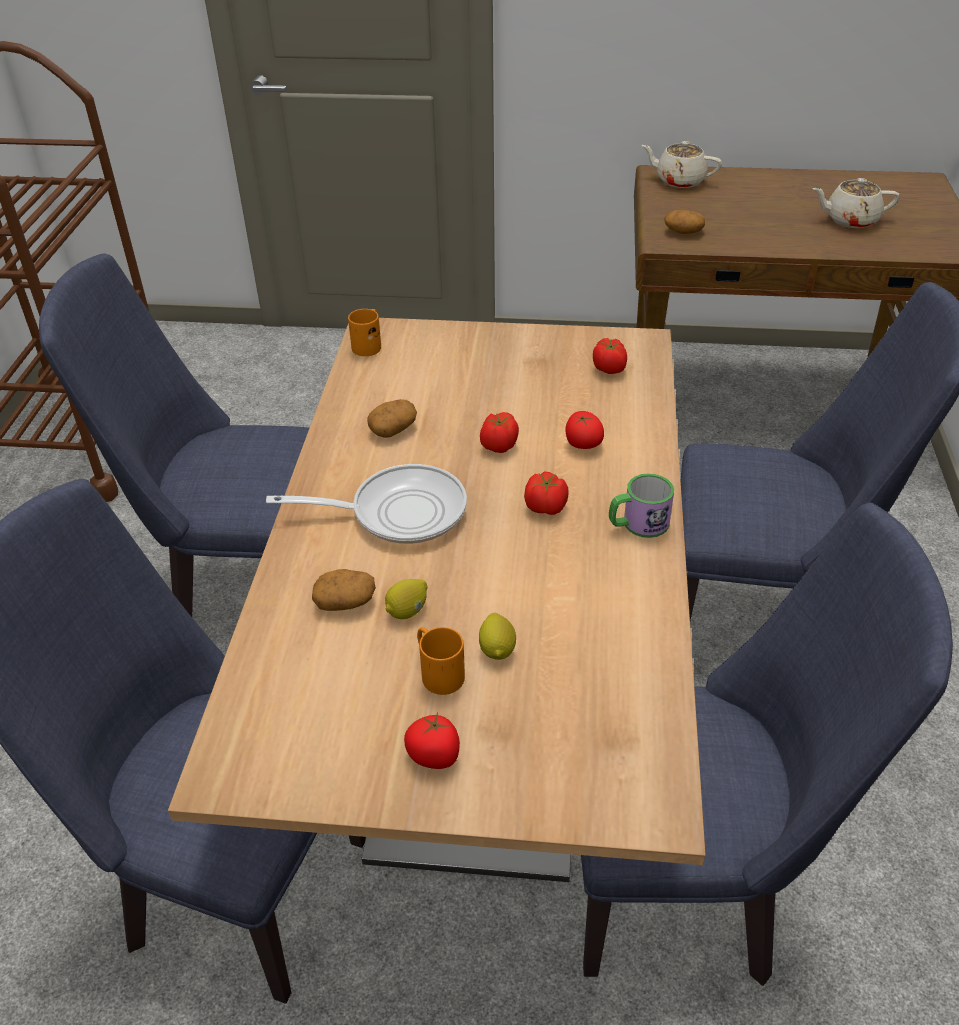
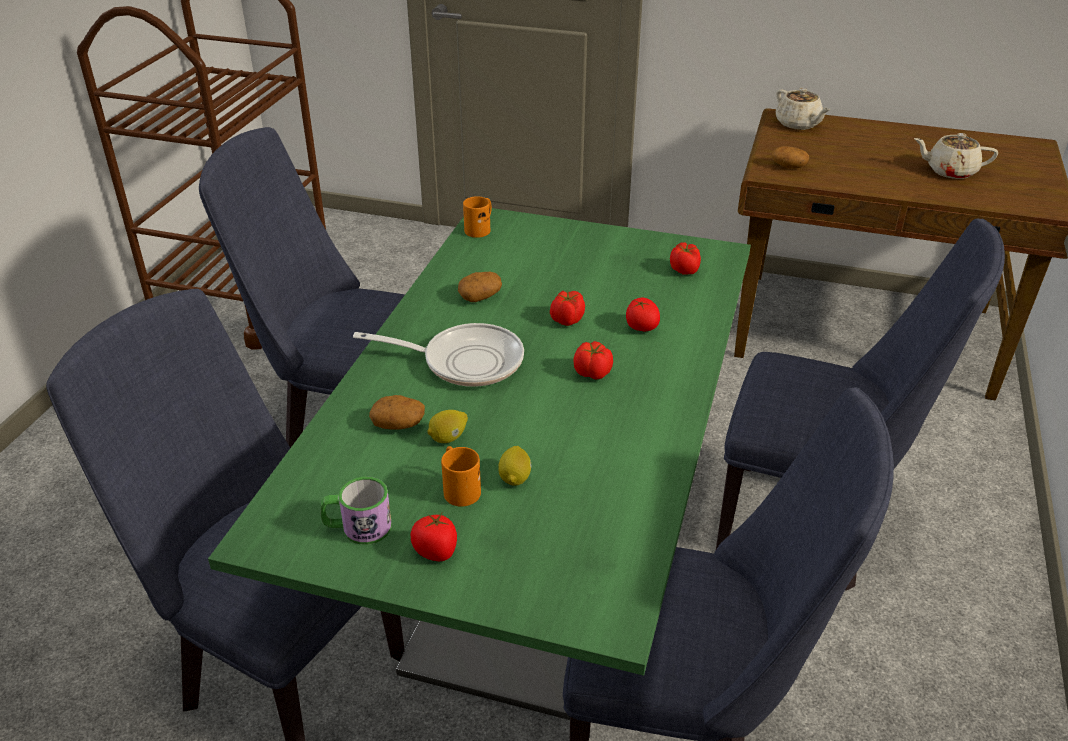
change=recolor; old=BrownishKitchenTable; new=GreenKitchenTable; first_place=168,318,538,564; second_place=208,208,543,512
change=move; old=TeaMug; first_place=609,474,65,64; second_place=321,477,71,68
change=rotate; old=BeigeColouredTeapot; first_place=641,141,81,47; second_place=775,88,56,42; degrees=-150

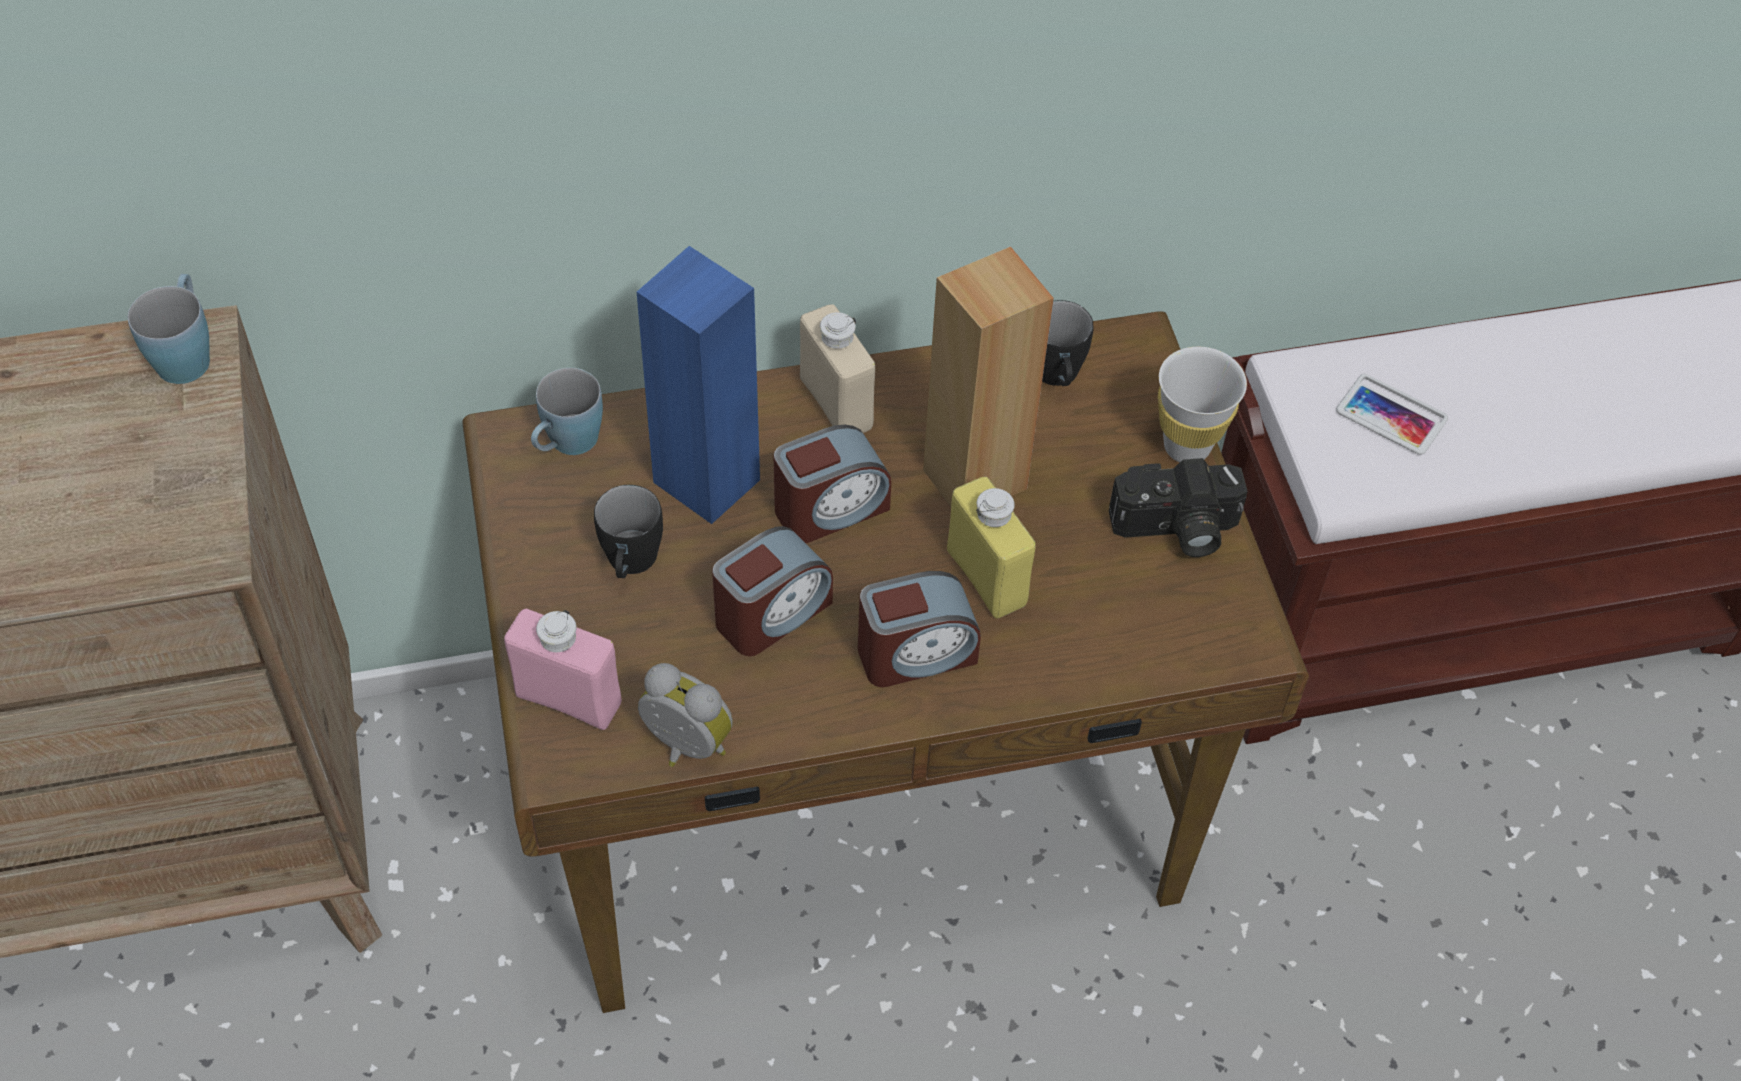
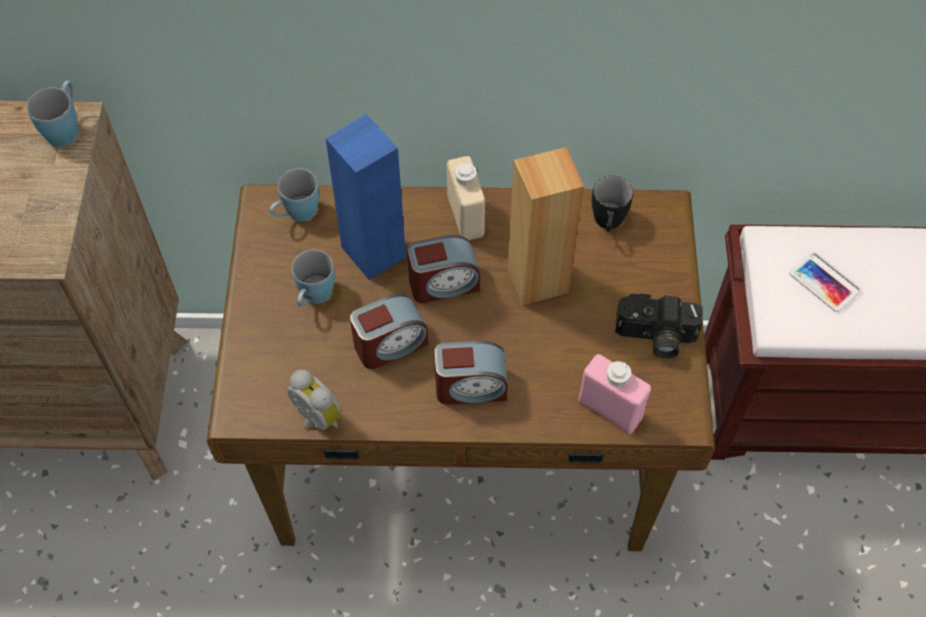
change=move; old=PinkColouredDrinkBottle; first_place=504,608,118,122; second_place=579,354,72,80
change=recolor; old=BlackTeaMug; new=BluishTeaMug; first_place=594,485,69,93; second_place=292,250,43,57
change=delete; old=YellowColouredDrinkBottle; first_place=947,477,89,142
change=delete; old=WhiteColouredDrinkingCup; first_place=1158,347,89,115

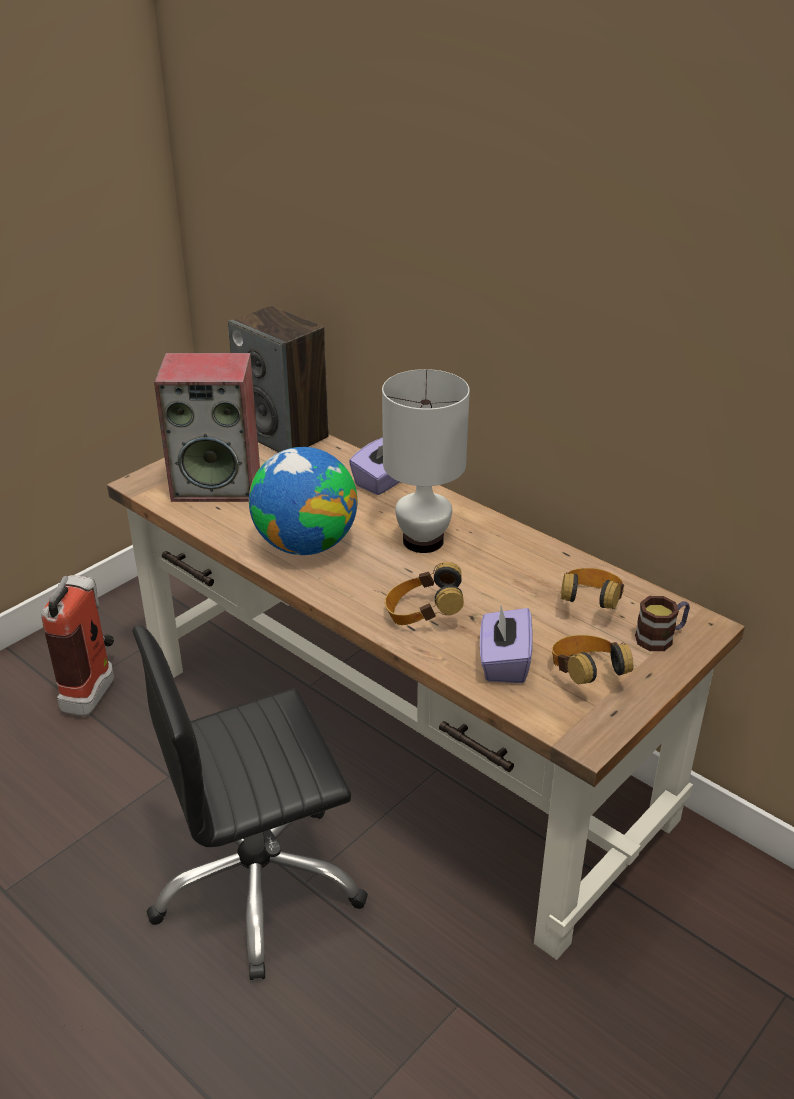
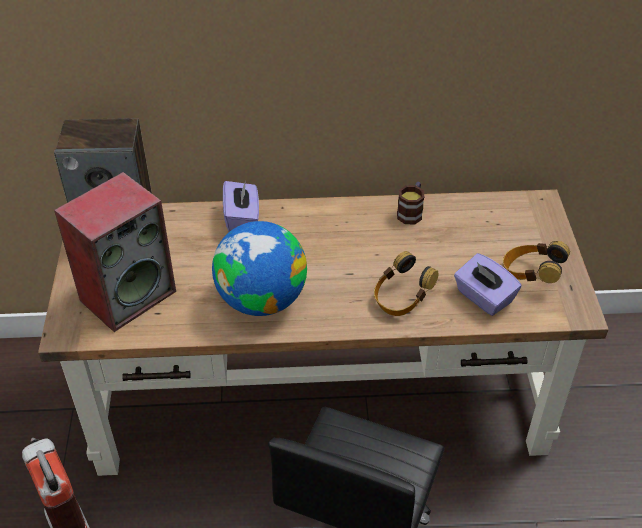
change=delete; old=WhiteColouredTableLamp; first_place=382,369,88,184
change=delete; old=PairOfHeadphones; first_place=561,568,63,41
change=move; old=TeaMug; first_place=635,596,55,55; second_place=397,182,28,42

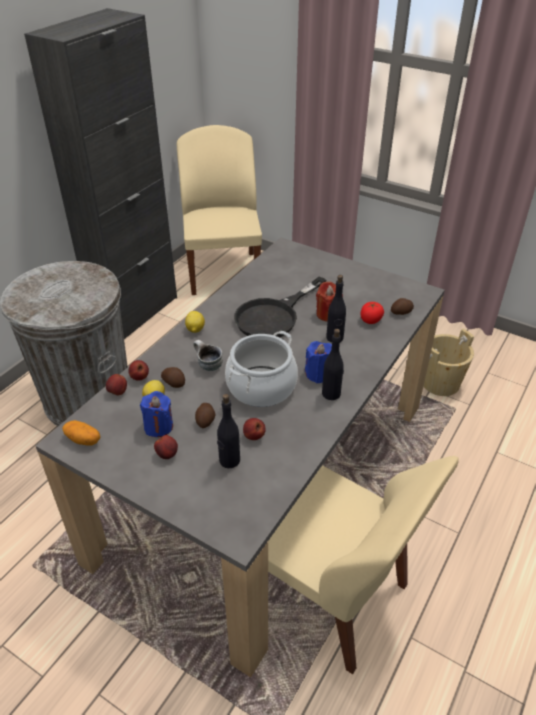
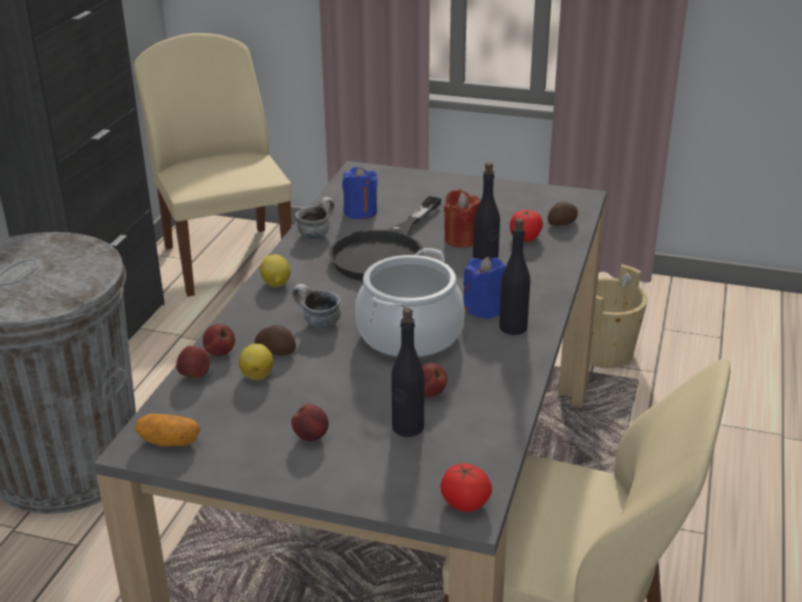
change=move; old=BluishWaxLight; first_place=140,391,33,46; second_place=342,166,35,53
change=delete; old=WholePotato; first_place=195,403,21,25
change=insert; new=TeaMug; second_place=295,197,40,41
change=insert; new=FreshTomato; second_place=440,463,52,49

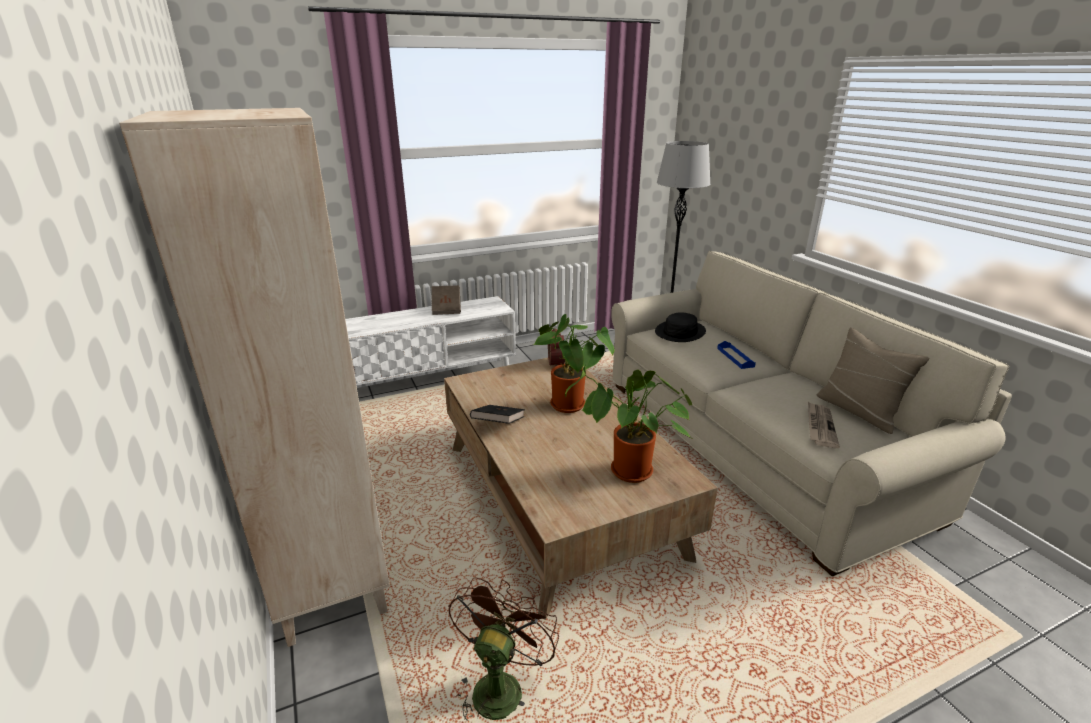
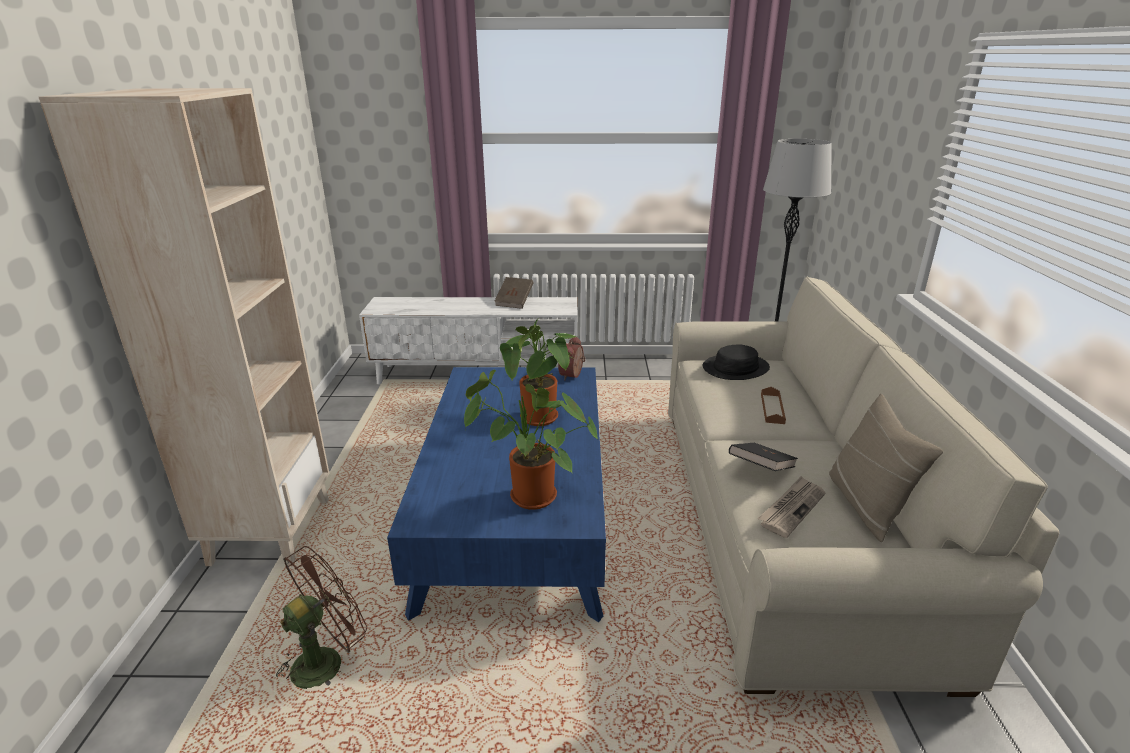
change=recolor; old=BrownishLowTable; new=BluishLowTable; first_place=444,358,274,262; second_place=387,367,219,255
change=move; old=BlackVolume; first_place=470,405,55,19; second_place=729,443,69,28
change=recolor; old=BluishTray; new=BrownishTray; first_place=717,341,39,28; second_place=761,387,25,37

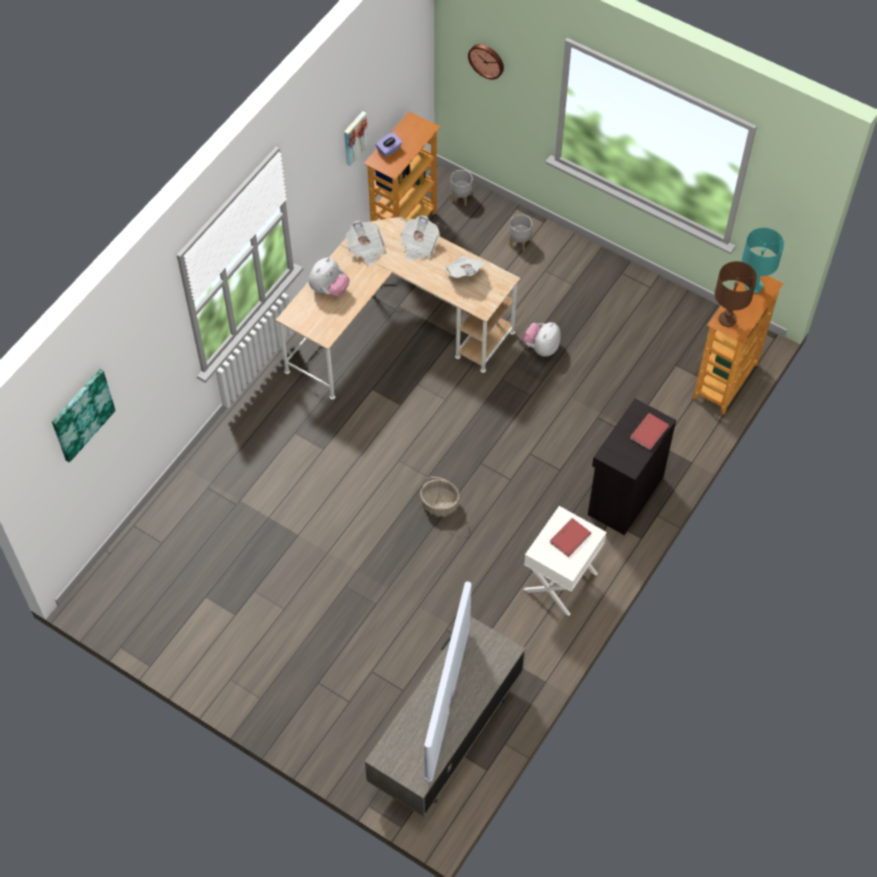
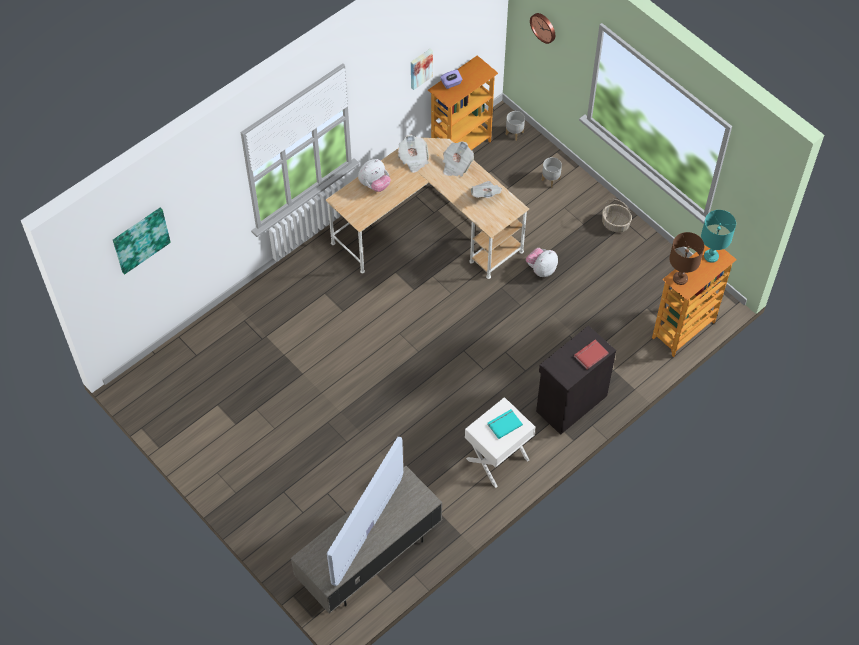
change=move; old=Basket; first_place=420,477,40,39; second_place=602,199,30,33
change=recolor; old=ReddishVolume; new=TurquoiseVolume; first_place=549,518,42,39; second_place=487,409,36,30

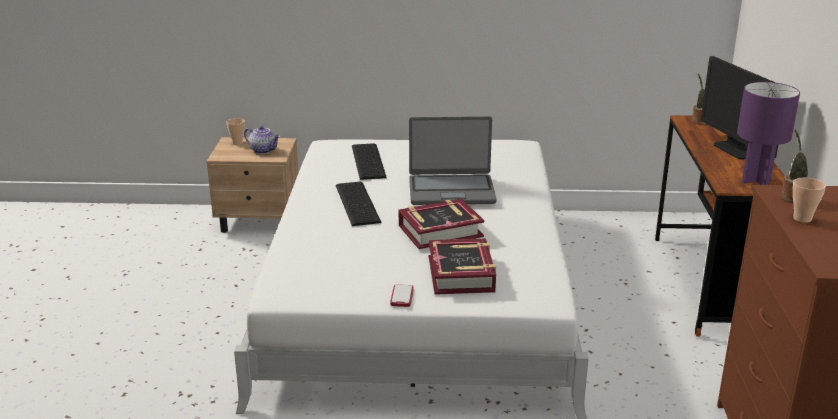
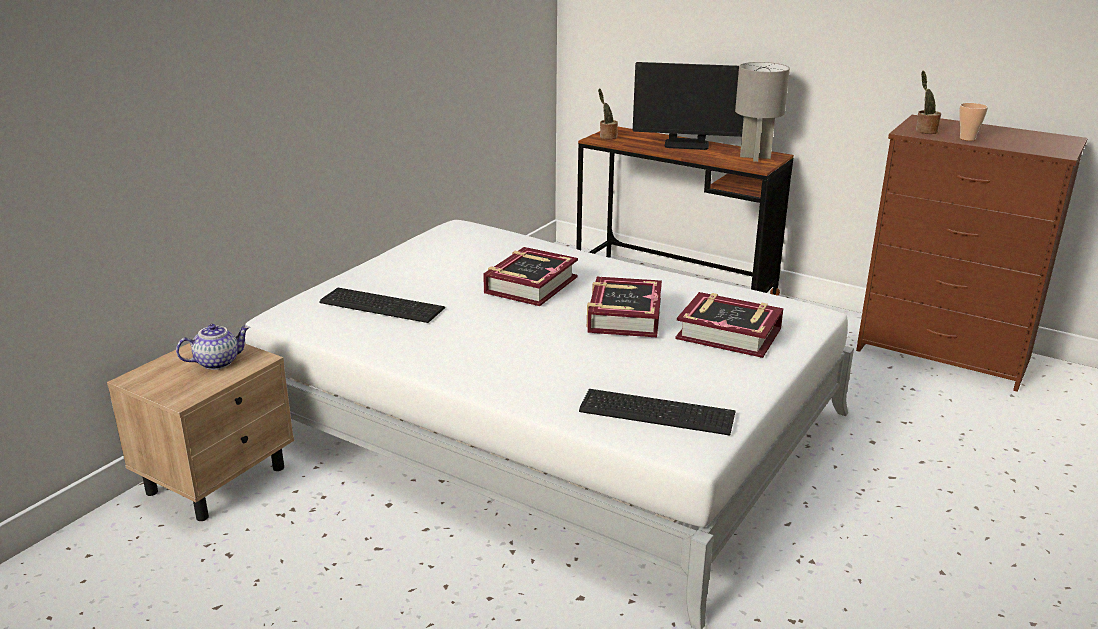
change=delete; old=DrinkingCup; first_place=226,118,19,27
change=move; old=PcKeyboard; first_place=336,182,45,44; second_place=579,389,156,46
change=delete; old=Handset; first_place=390,284,24,23
change=replace; old=Laptop; new=Volume; first_place=409,116,87,89; second_place=483,247,95,59
change=recolor; old=PurplishTableLamp; new=GreyishTableLamp; first_place=737,82,63,103; second_place=735,62,55,100

